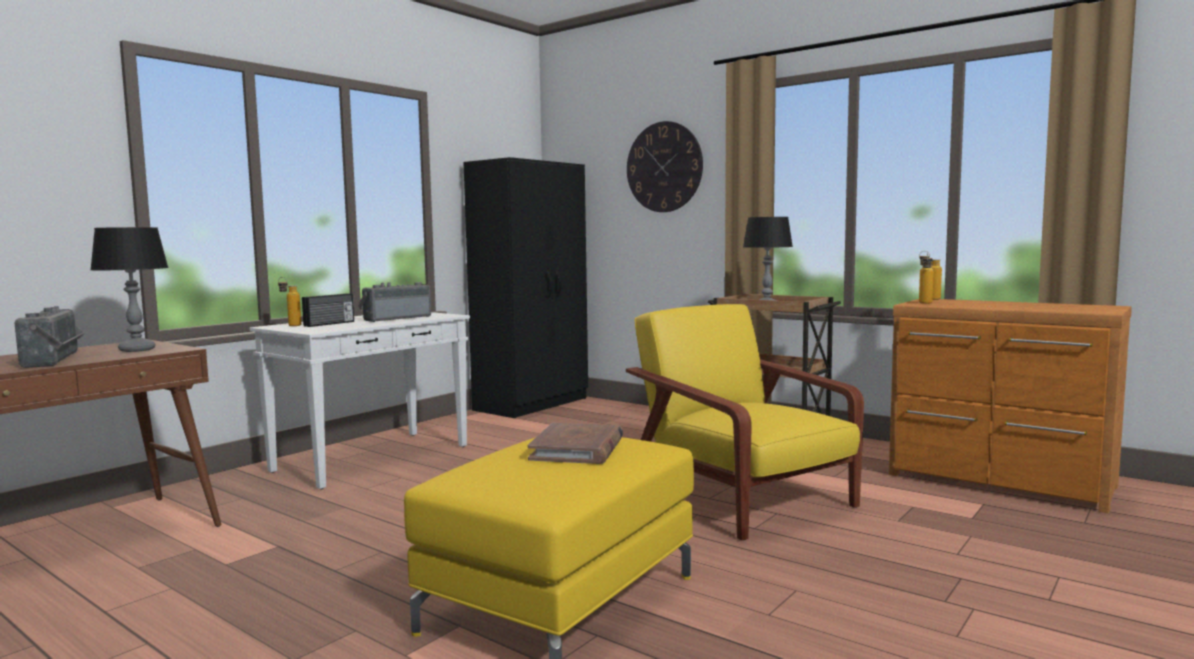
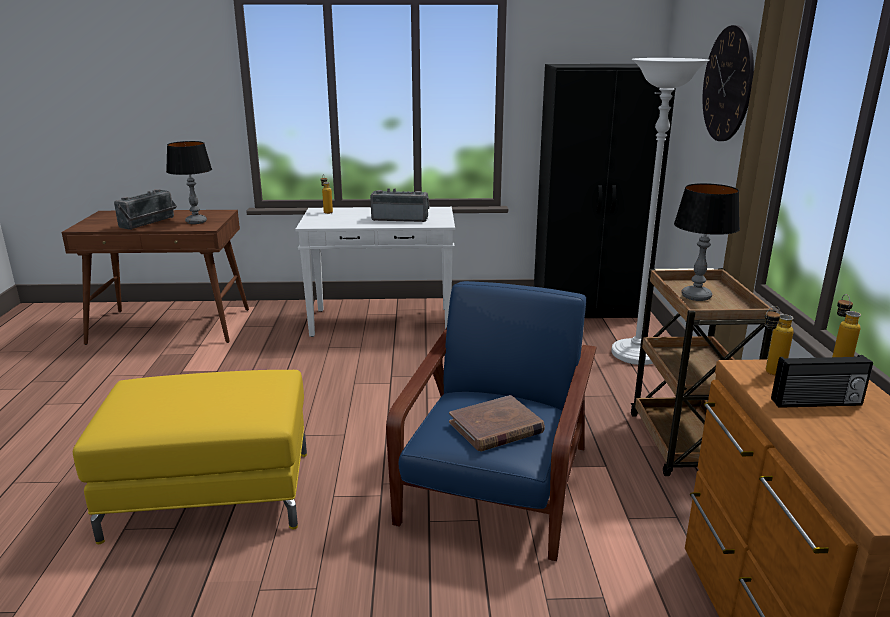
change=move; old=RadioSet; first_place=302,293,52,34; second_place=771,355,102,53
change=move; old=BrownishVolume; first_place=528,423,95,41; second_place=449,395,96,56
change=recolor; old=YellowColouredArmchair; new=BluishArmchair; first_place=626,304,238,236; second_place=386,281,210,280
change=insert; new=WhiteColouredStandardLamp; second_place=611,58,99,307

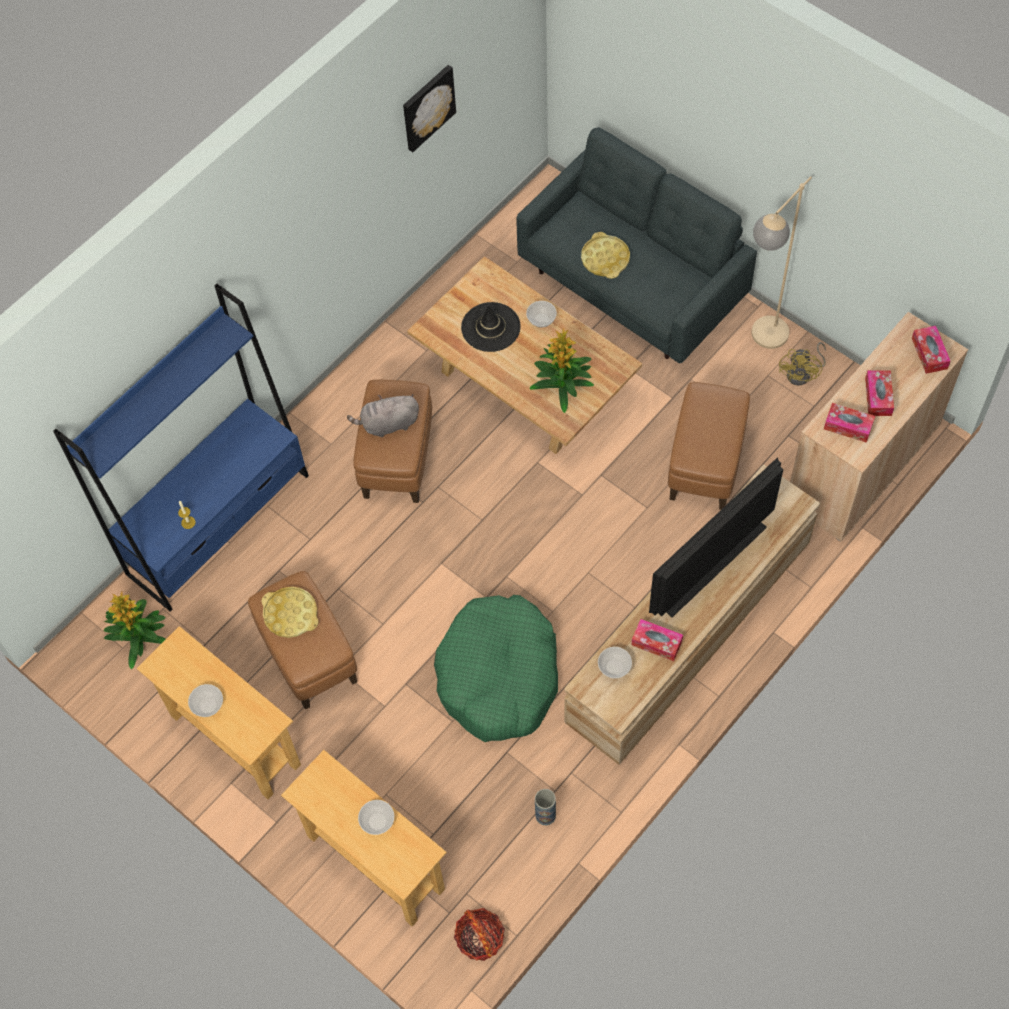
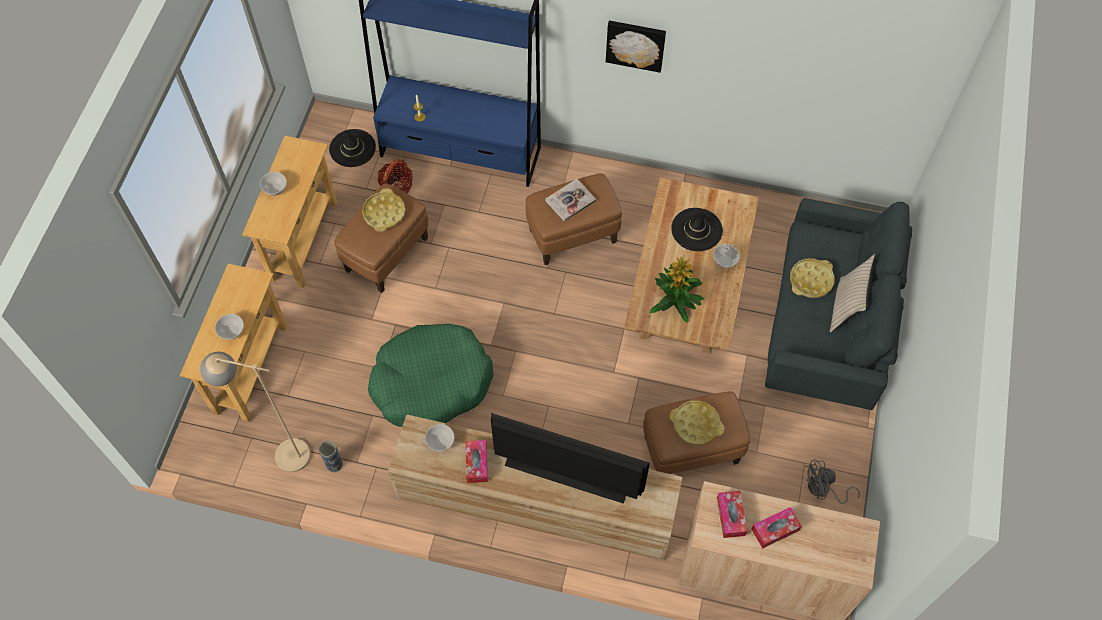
change=replace; old=PlantInAPot; new=BlackWearableHat; first_place=103,592,63,77; second_place=329,129,47,38
change=replace; old=GreyishSoftToy; new=Volume; first_place=347,394,72,43; second_place=545,179,51,43
change=move; old=WallPicture; first_place=403,65,53,87; second_place=606,21,60,52
change=move; old=Basket; first_place=454,908,51,53; second_place=378,159,35,34
change=move; old=BeigeColouredStandardLamp; first_place=752,176,60,173; second_place=200,352,110,120
change=recolor; old=YellowColouredElectricFan; new=GreyishElectricFan; first_place=779,342,47,44; second_place=805,459,55,45
change=delete; old=TissueHolder; first_place=912,326,38,48
change=insert; new=YellowColouredTray; second_place=670,401,55,44
change=insert; new=BeigeColouredPillow; second_place=830,254,46,79

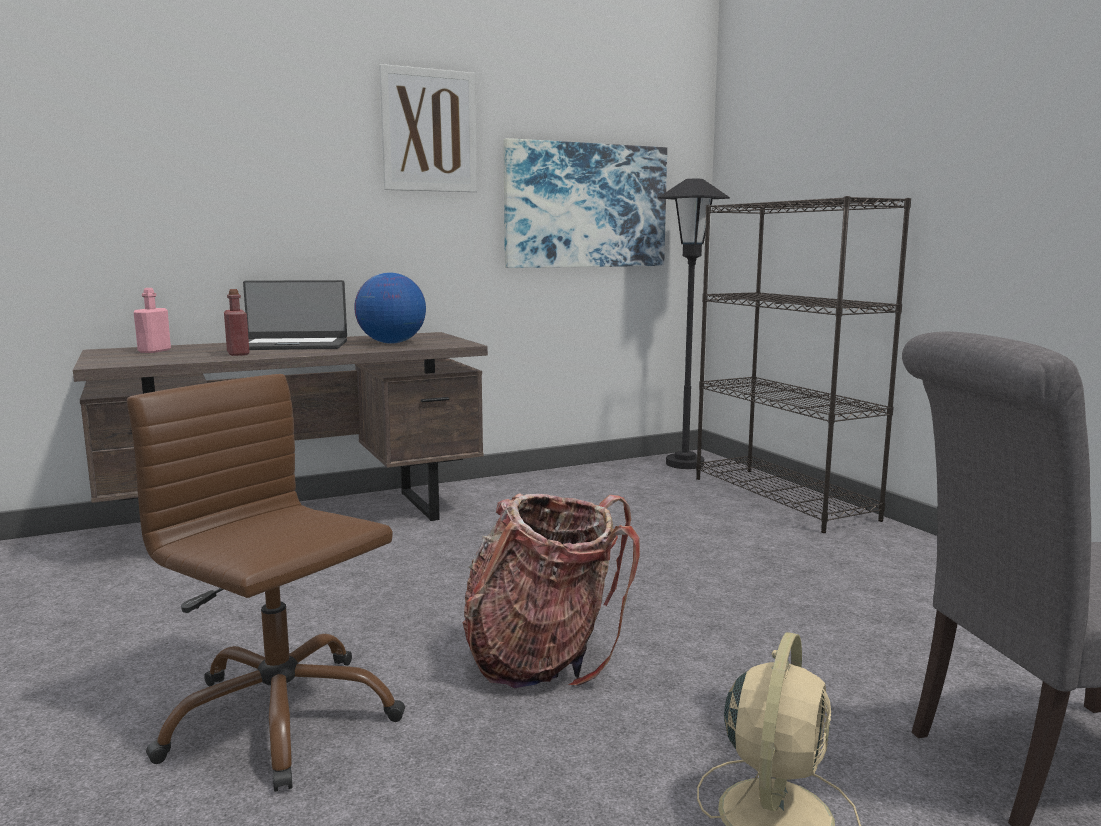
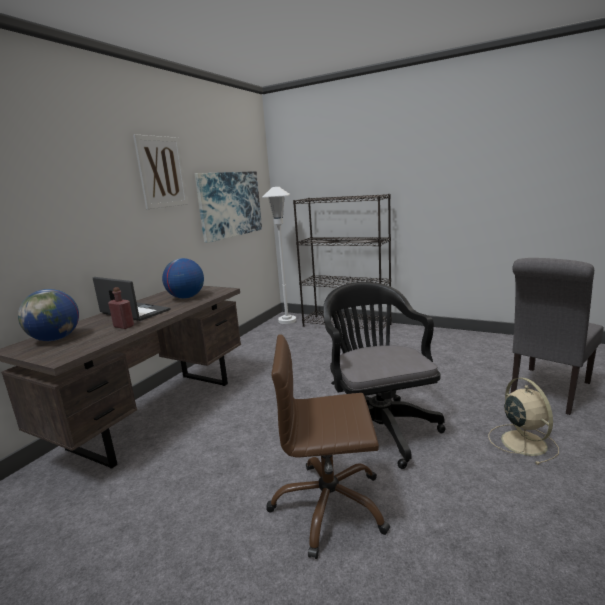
change=replace; old=PinkColouredDrinkBottle; new=Globe; first_place=133,288,38,65; second_place=18,289,61,52
change=rotate; old=Laptop; first_place=243,280,104,70; second_place=93,277,77,44; degrees=-105
change=replace; old=Rucksack; new=BlackOfficeChair; first_place=463,493,177,195; second_place=323,282,123,187
change=recolor; old=BlackStandardLamp; new=WhiteColouredStandardLamp; first_place=658,178,72,291; second_place=262,187,34,137

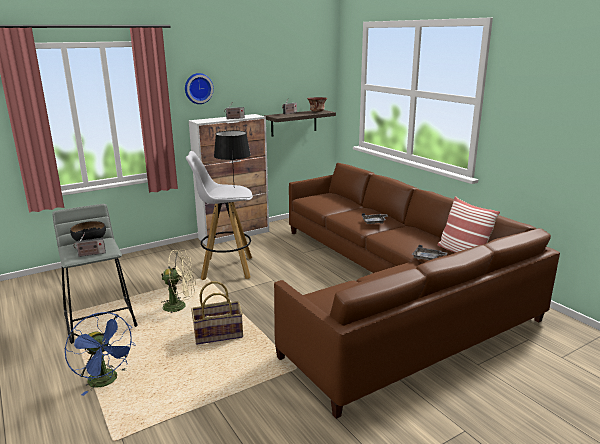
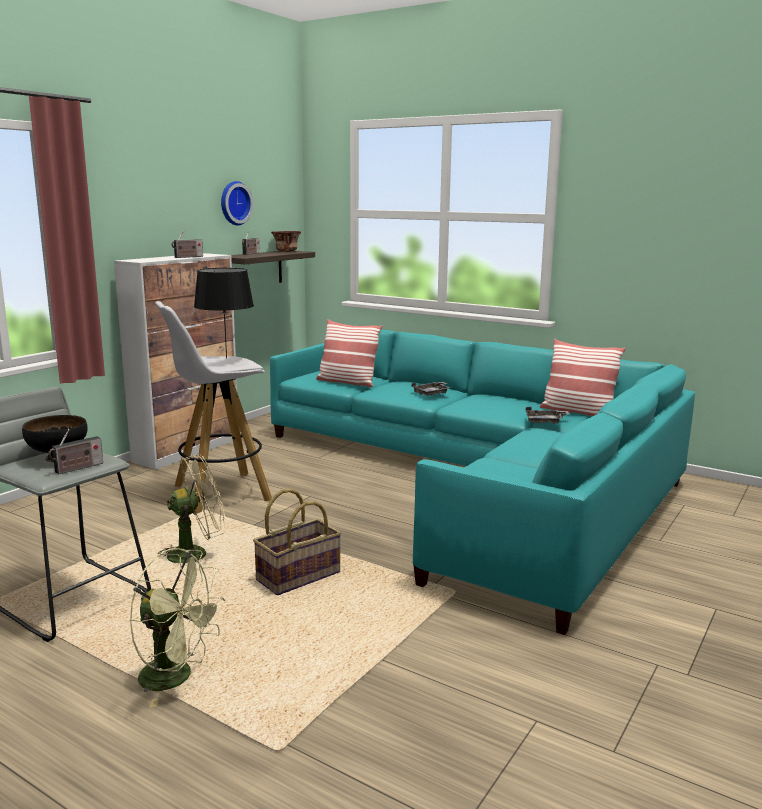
change=recolor; old=BluishElectricFan; new=GreenElectricFan; first_place=65,312,71,84; second_place=129,548,96,159
change=move; old=ClockOnTheWall; first_place=185,73,29,31; second_place=221,181,32,45
change=recolor; old=BrownishSettee; new=TurquoiseSettee; first_place=274,163,286,256; second_place=270,330,425,305
change=insert; new=Pillow; second_place=316,319,66,68

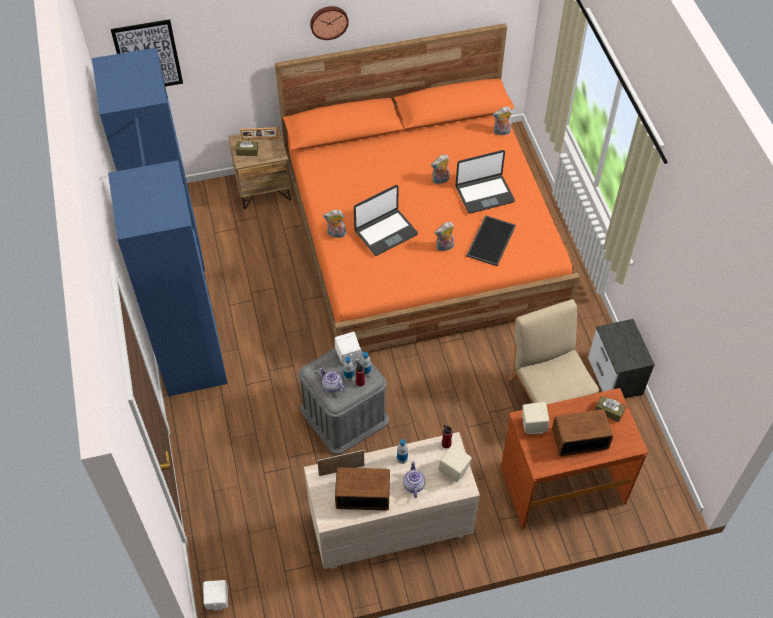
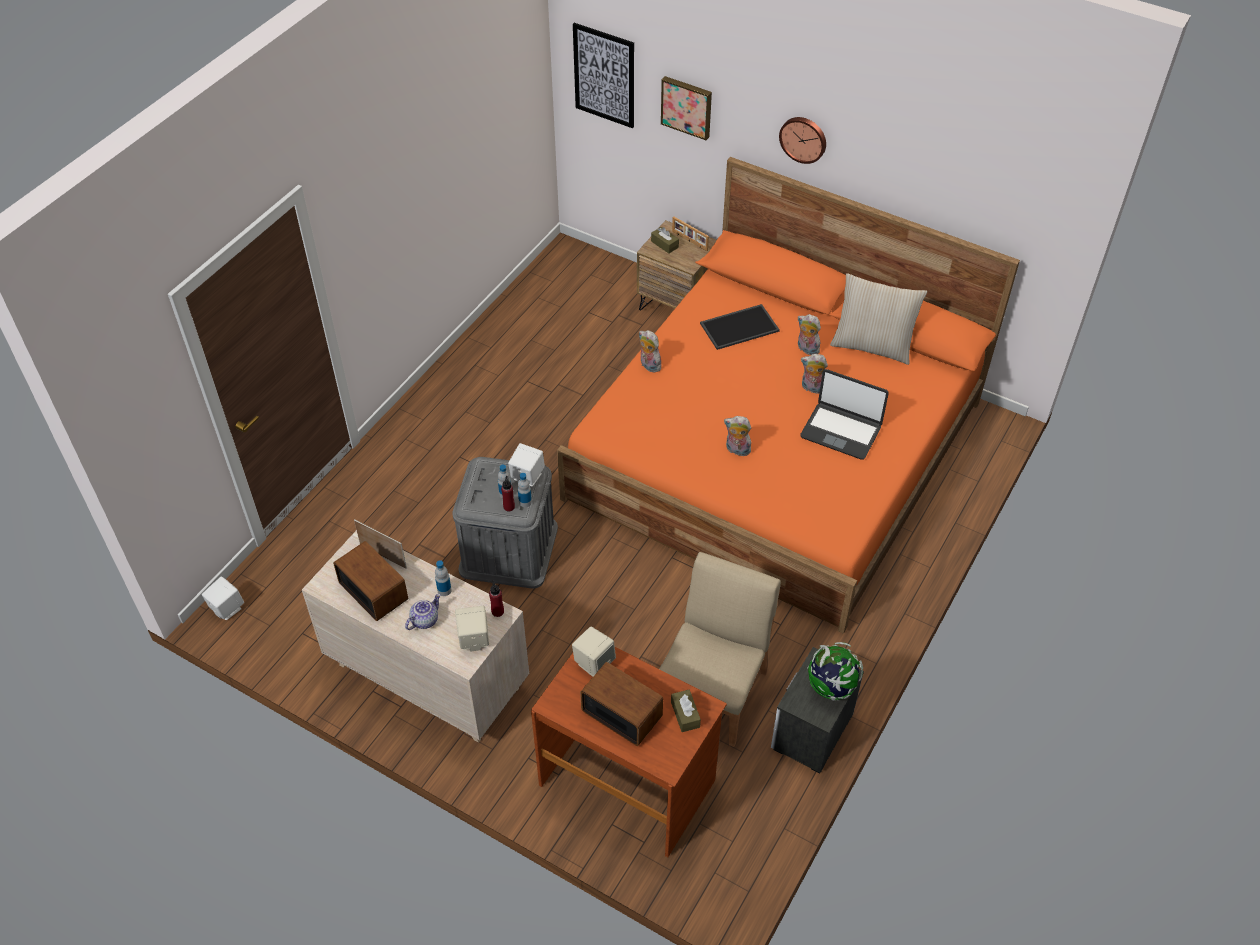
change=delete; old=BluishWardrobe; first_place=92,47,136,349
change=delete; old=Teapot; first_place=320,368,25,24
change=delete; old=Laptop; first_place=354,185,64,71
change=move; old=Tray; first_place=466,215,50,51; second_place=700,304,80,46
change=move; old=SoftToy; first_place=493,107,19,28; second_place=798,314,23,41
change=insert; new=WallPicture; second_place=661,76,51,64
change=insert; new=Globe; second_place=807,642,56,59
change=insert; new=BeigeColouredPillow; second_place=830,273,97,92

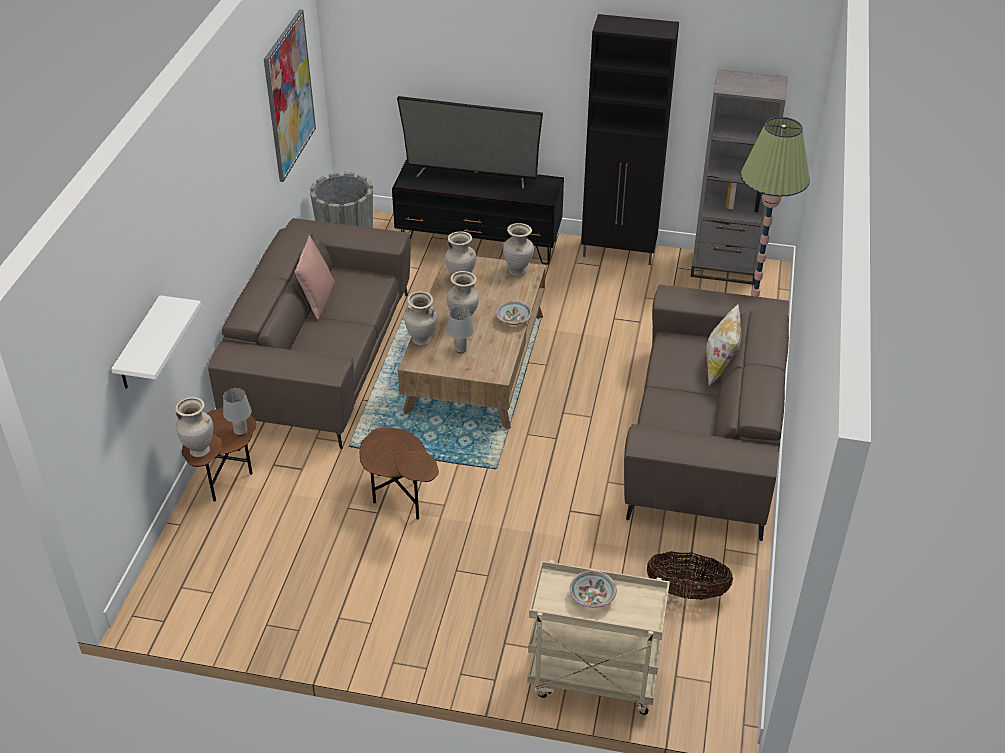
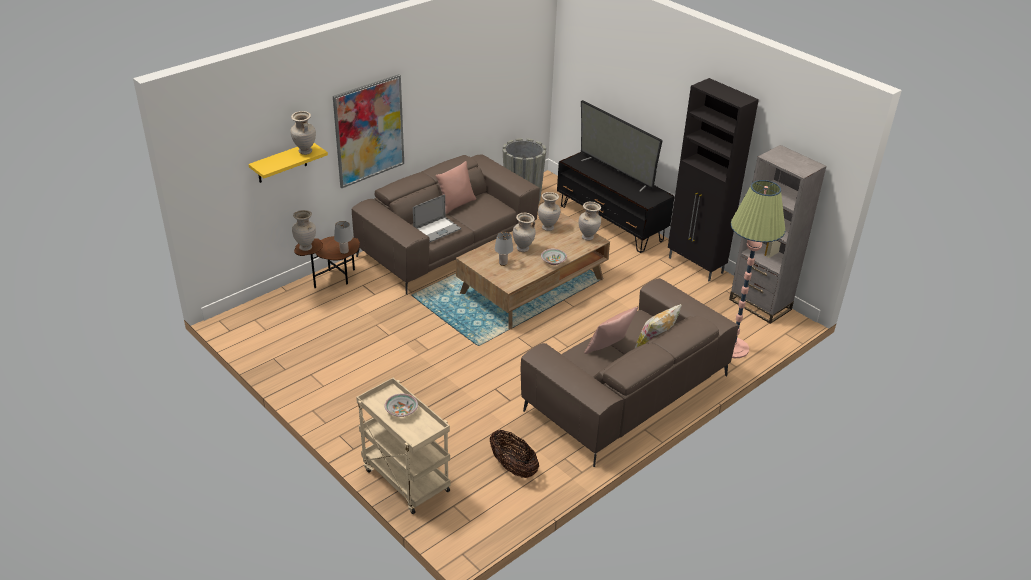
change=recolor; old=WhiteColouredBracketShelf; new=YellowColouredBracketShelf; first_place=111,295,90,94; second_place=248,143,80,40
change=move; old=WallPicture; first_place=264,9,52,173; second_place=333,74,71,114
change=delete; old=BrownishAccentTable; first_place=359,428,80,92
change=move; old=BeigeColouredFlowerVase; first_place=404,291,33,55; second_place=290,111,26,44
change=insert; new=Laptop; second_place=413,194,48,48
change=insert; new=PinkColouredPillow; second_place=584,307,54,47

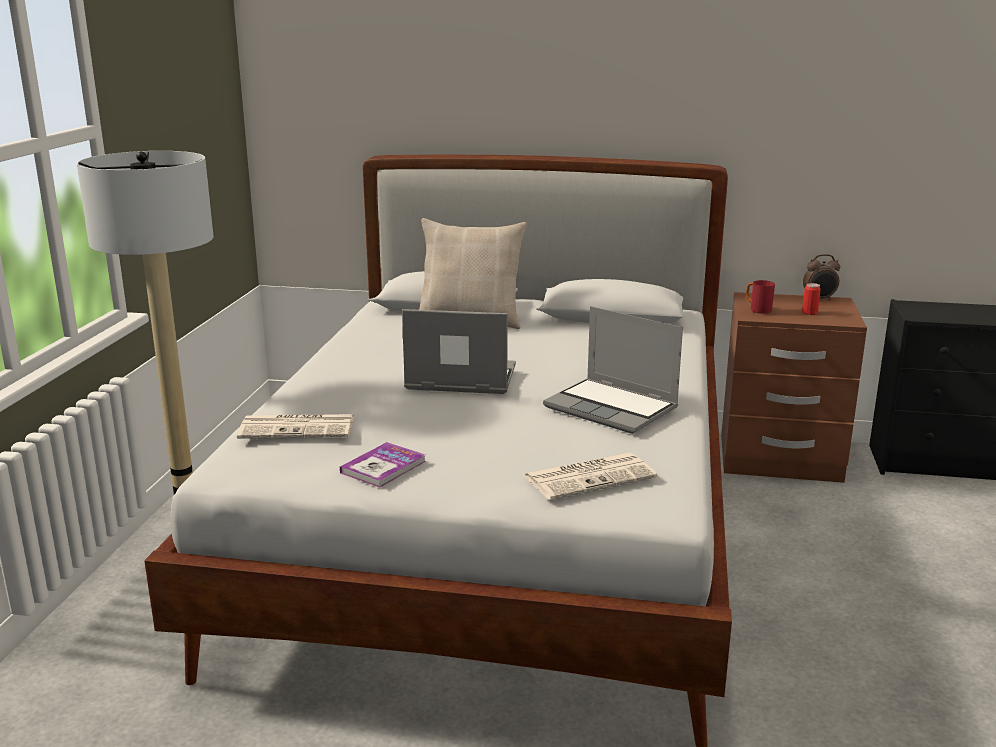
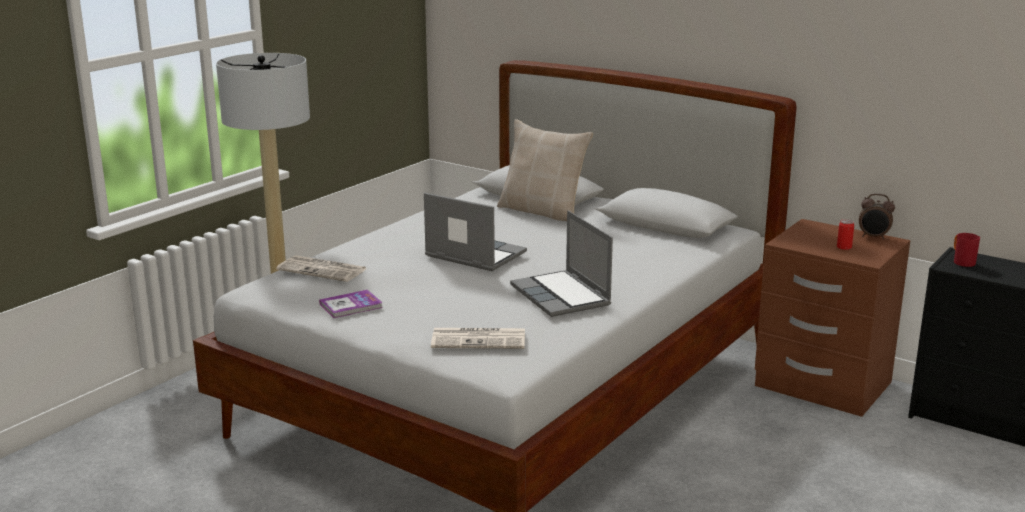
change=move; old=ReddishTeaMug; first_place=746,280,29,34; second_place=954,233,26,34

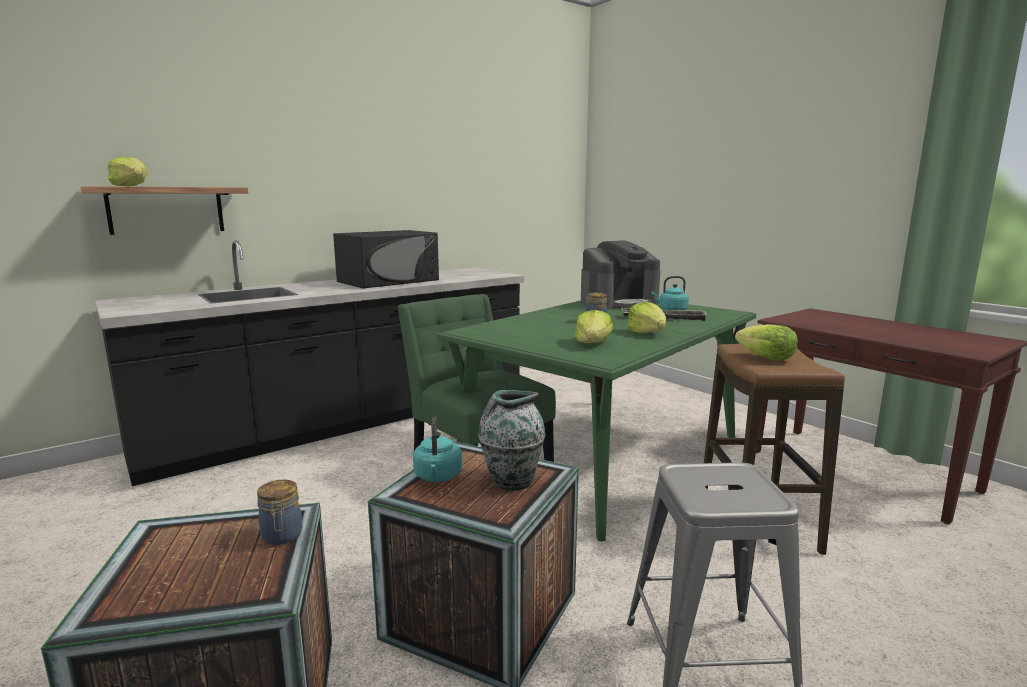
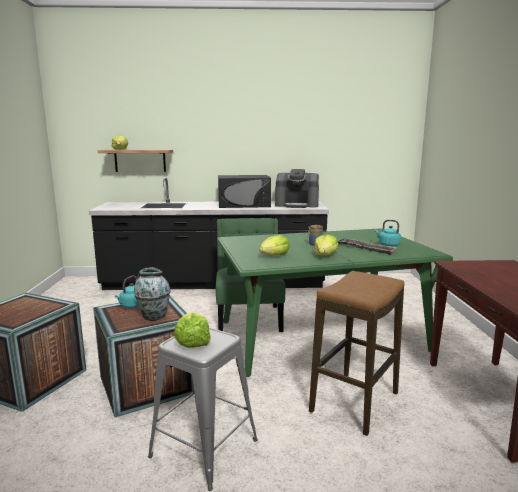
change=delete; old=StorageJar; first_place=257,480,45,65
change=move; old=CoffeeMaker; first_place=581,240,80,69; second_place=275,169,44,39
change=move; old=Lettuce; first_place=735,324,63,37; second_place=174,312,37,36

